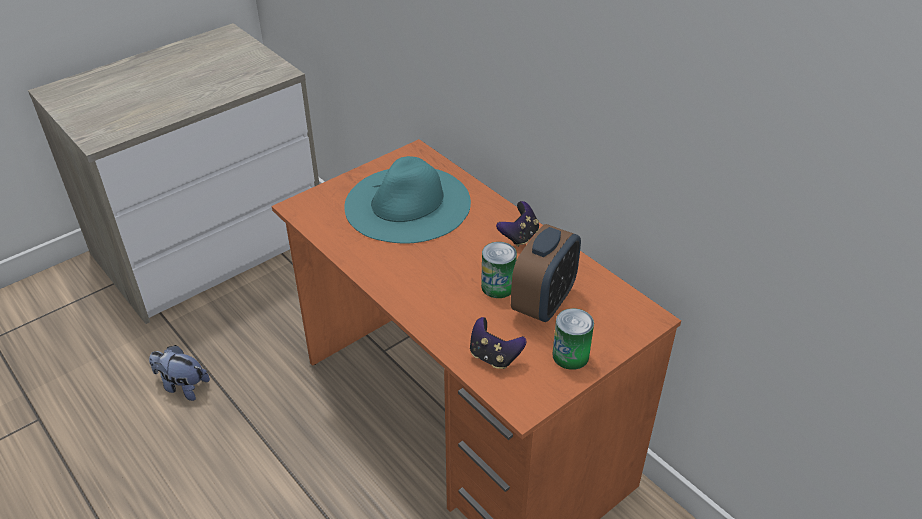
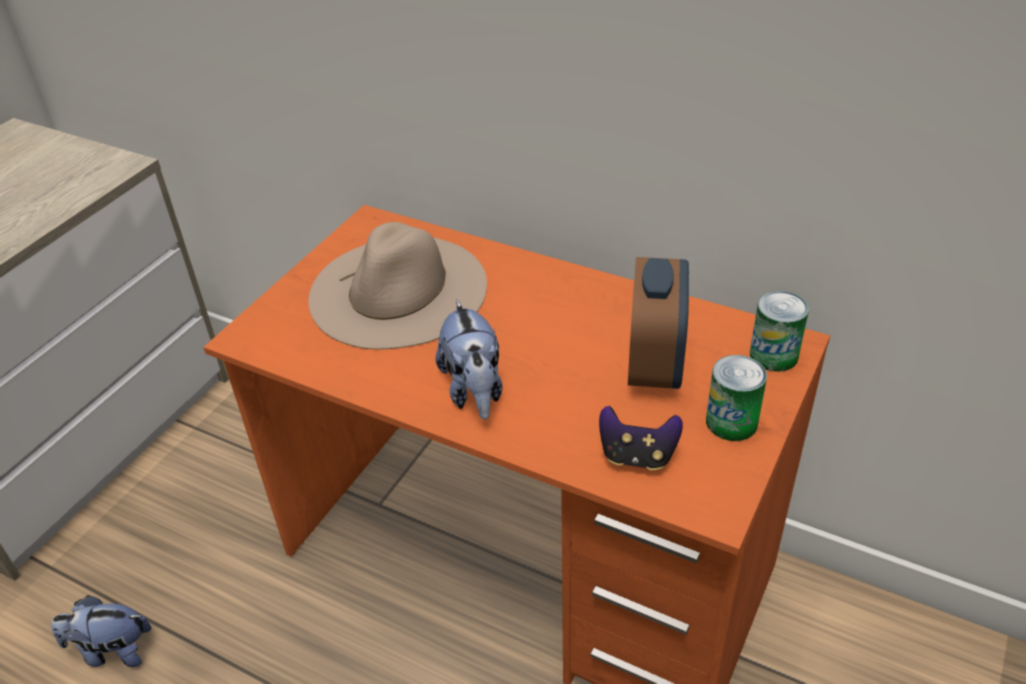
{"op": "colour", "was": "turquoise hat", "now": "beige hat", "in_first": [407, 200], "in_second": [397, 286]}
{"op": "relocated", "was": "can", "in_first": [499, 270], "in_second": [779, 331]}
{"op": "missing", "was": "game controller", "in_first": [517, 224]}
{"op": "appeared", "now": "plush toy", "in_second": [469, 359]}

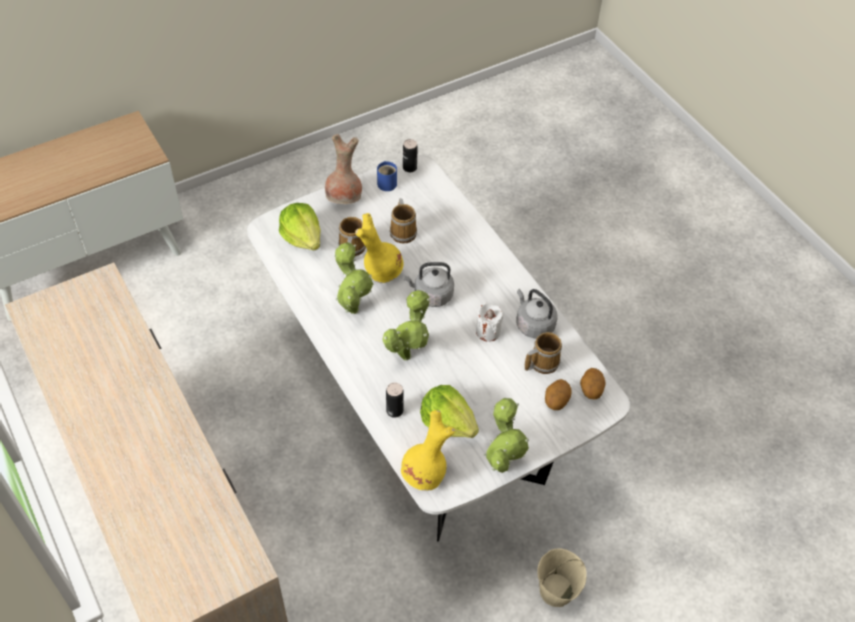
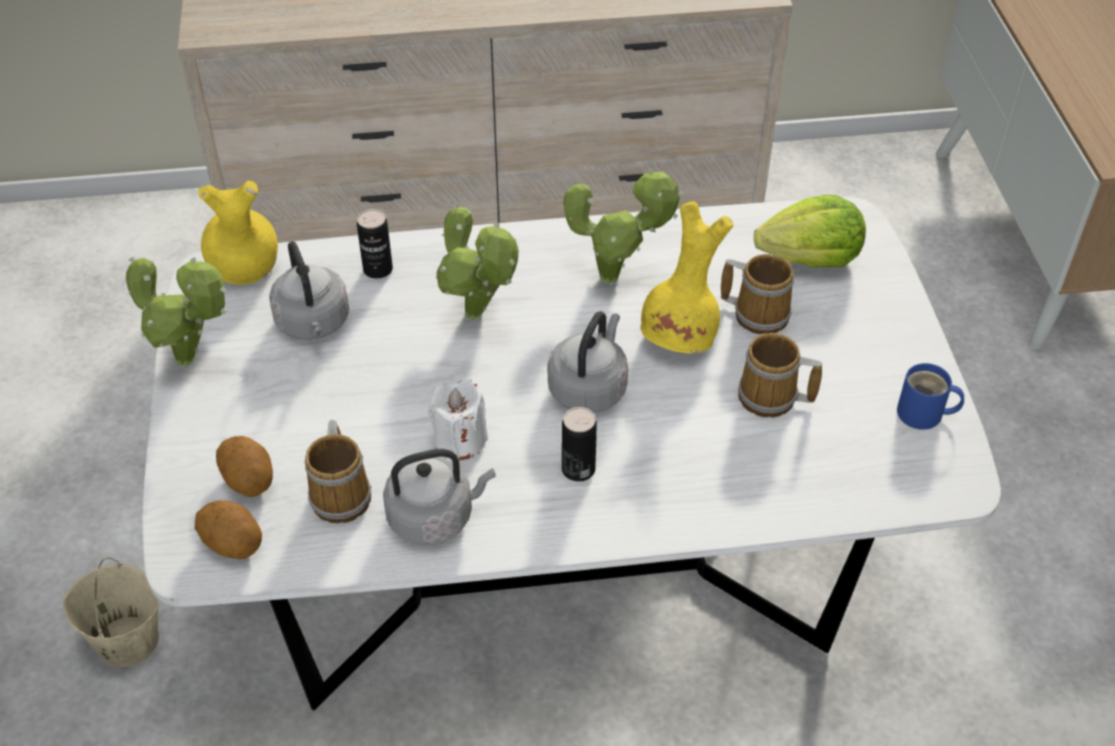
{"op": "missing", "was": "brown vase", "in_first": [343, 169]}
{"op": "relocated", "was": "can", "in_first": [410, 155], "in_second": [579, 444]}
{"op": "exchanged", "was": "lettuce", "now": "grey kettle", "in_first": [449, 411], "in_second": [309, 290]}

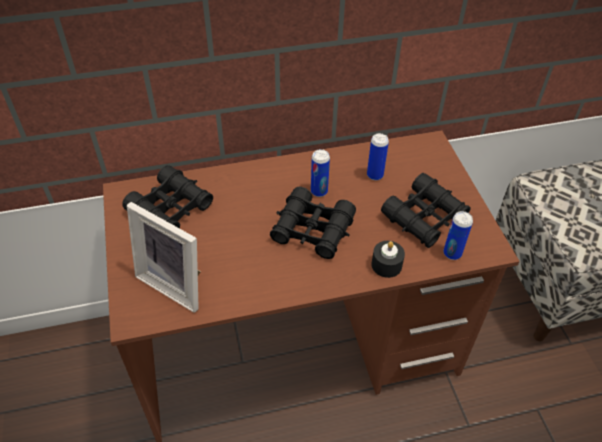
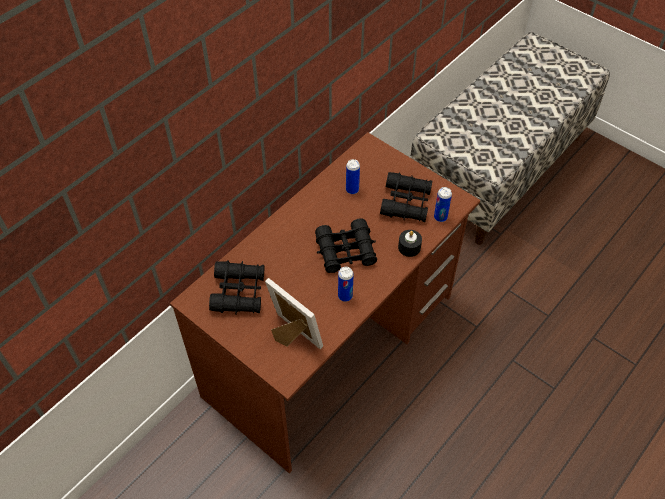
{"op": "spun", "was": "picture frame", "in_first": [164, 257], "in_second": [294, 314], "clockwise": -135}
{"op": "relocated", "was": "can", "in_first": [320, 173], "in_second": [346, 284]}

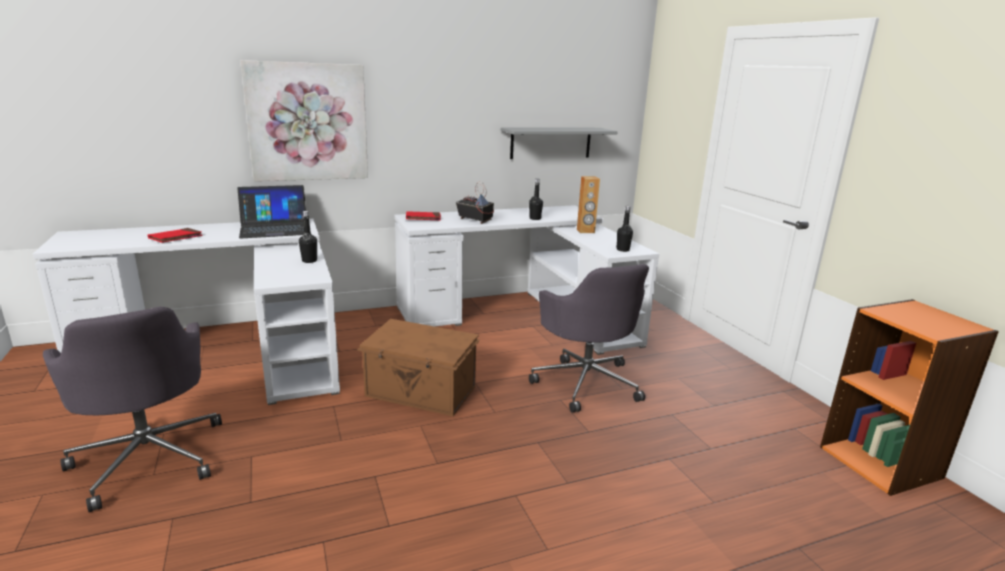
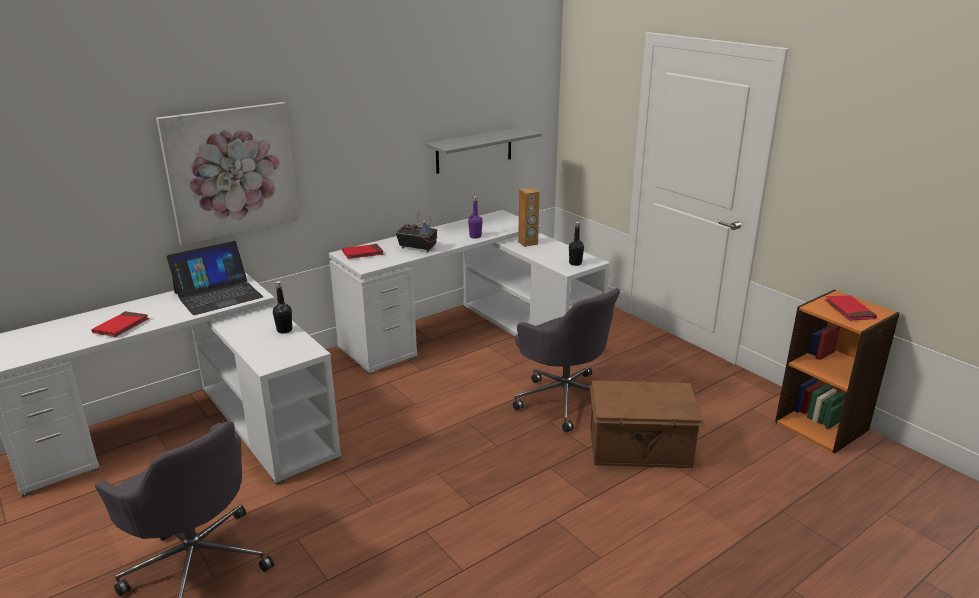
{"op": "relocated", "was": "brown storage box", "in_first": [418, 367], "in_second": [646, 424]}
{"op": "colour", "was": "black bottle", "now": "purple bottle", "in_first": [536, 199], "in_second": [475, 217]}
{"op": "appeared", "now": "red book", "in_second": [851, 308]}

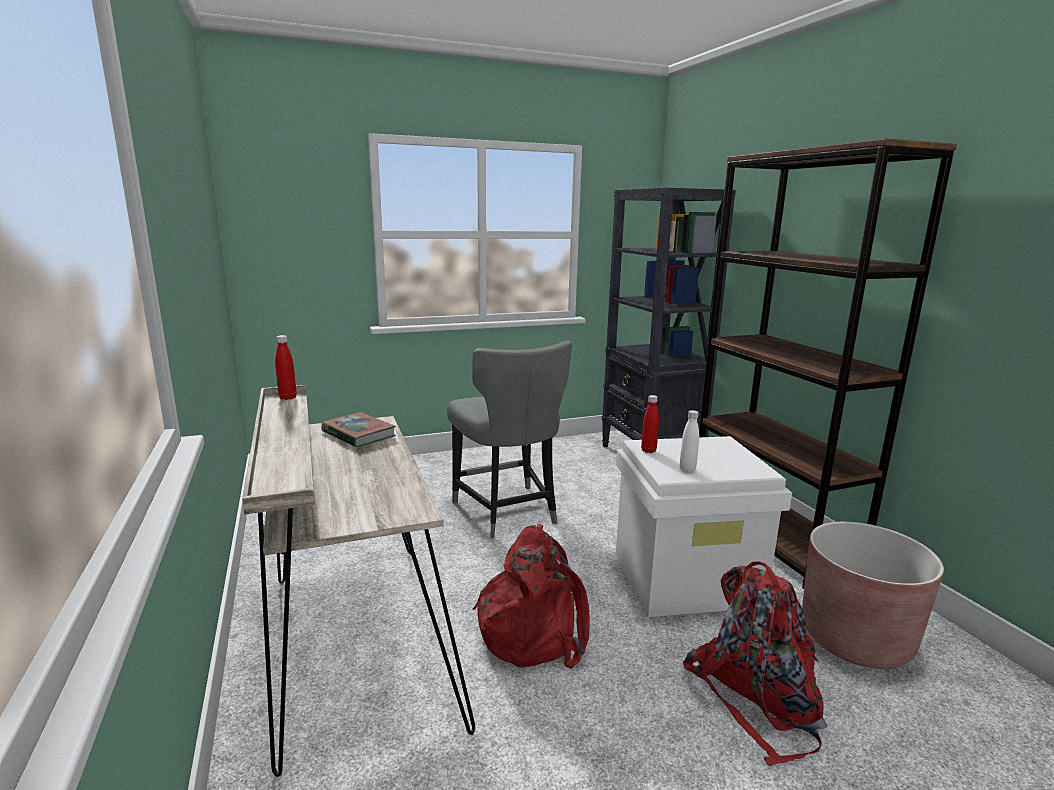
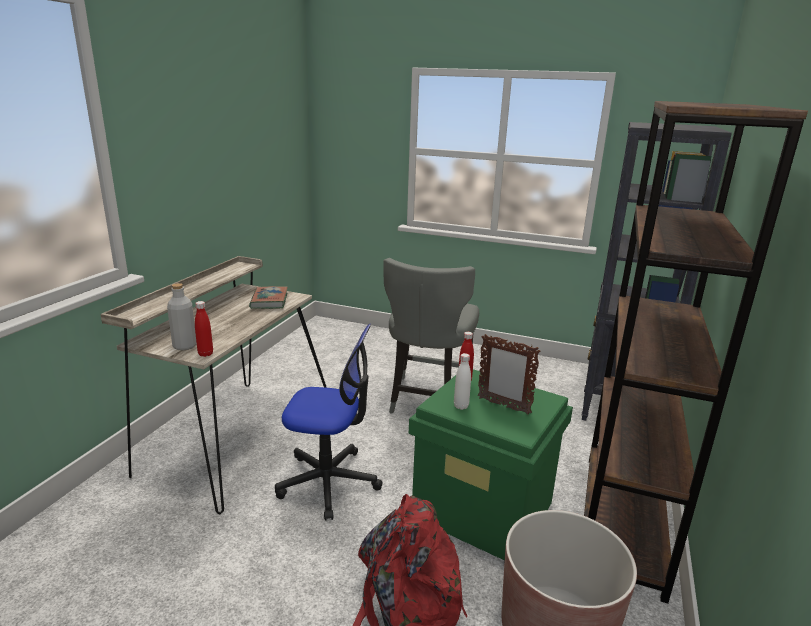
{"op": "relocated", "was": "red bottle", "in_first": [285, 367], "in_second": [204, 329]}
{"op": "exchanged", "was": "red backpack", "now": "office chair", "in_first": [530, 596], "in_second": [328, 422]}
{"op": "colour", "was": "white storage box", "now": "green storage box", "in_first": [704, 526], "in_second": [491, 465]}
{"op": "appeared", "now": "grey bottle", "in_second": [182, 317]}
{"op": "appeared", "now": "picture frame", "in_second": [509, 374]}

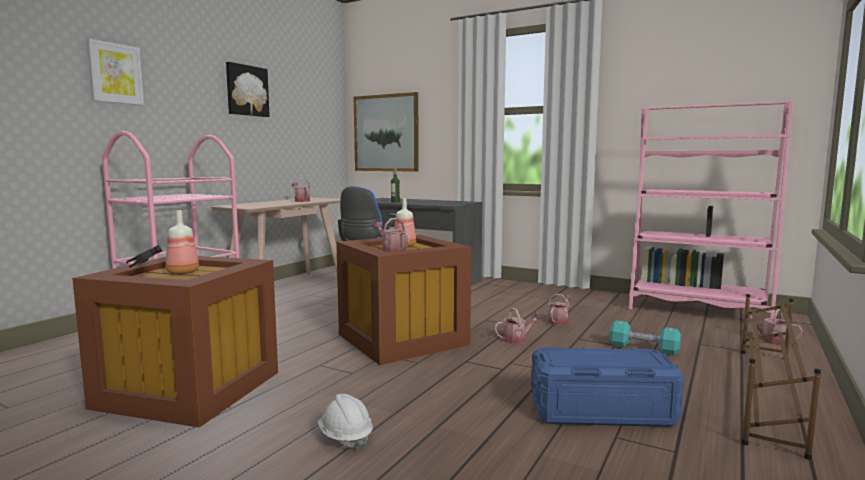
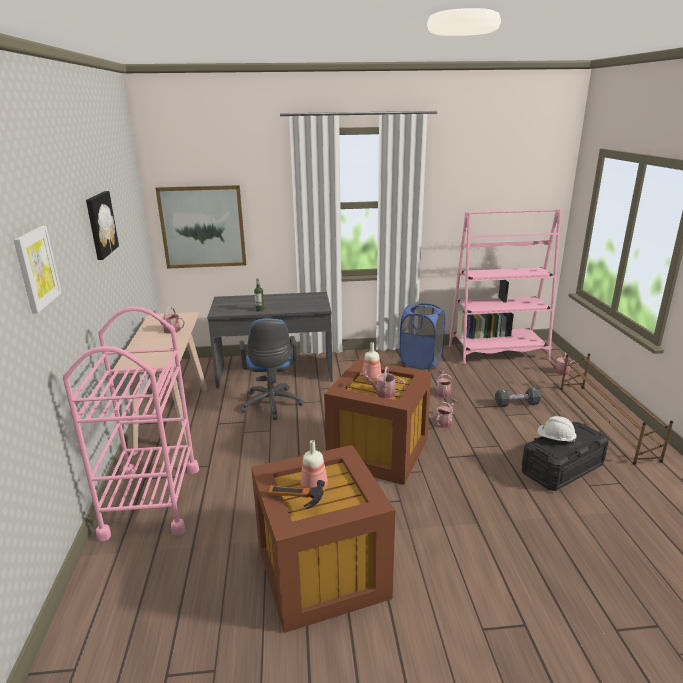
{"op": "relocated", "was": "white hard hat", "in_first": [345, 422], "in_second": [557, 429]}
{"op": "colour", "was": "blue storage box", "now": "black storage box", "in_first": [607, 386], "in_second": [565, 456]}
{"op": "colour", "was": "turquoise dumbbell", "now": "black dumbbell", "in_first": [645, 337], "in_second": [518, 397]}
{"op": "appeared", "now": "blue laundry basket", "in_second": [422, 336]}

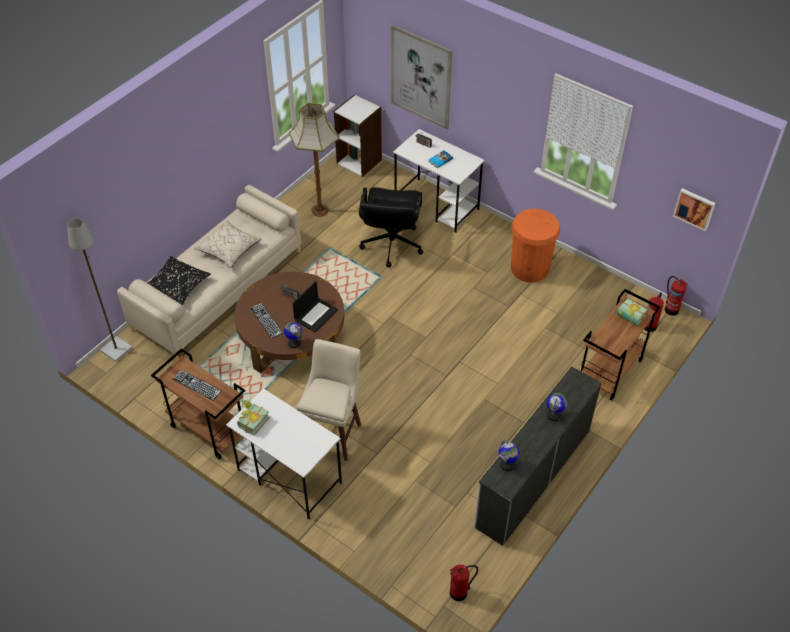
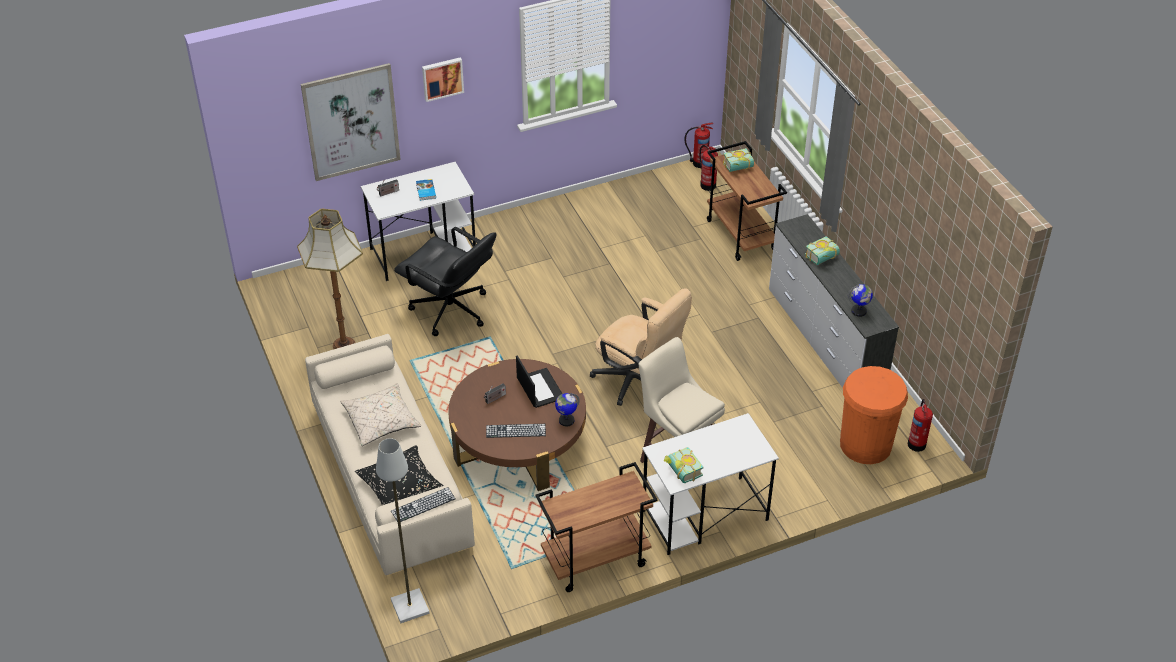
{"op": "relocated", "was": "keyboard", "in_first": [197, 385], "in_second": [423, 504]}
{"op": "missing", "was": "white bookcase", "in_first": [358, 135]}
{"op": "relocated", "was": "orange trash can", "in_first": [535, 246], "in_second": [874, 415]}
{"op": "exchanged", "was": "globe", "now": "book", "in_first": [557, 407], "in_second": [822, 250]}
{"op": "relocated", "was": "picture", "in_first": [694, 209], "in_second": [443, 80]}
{"op": "appeared", "now": "beige office chair", "in_second": [641, 347]}

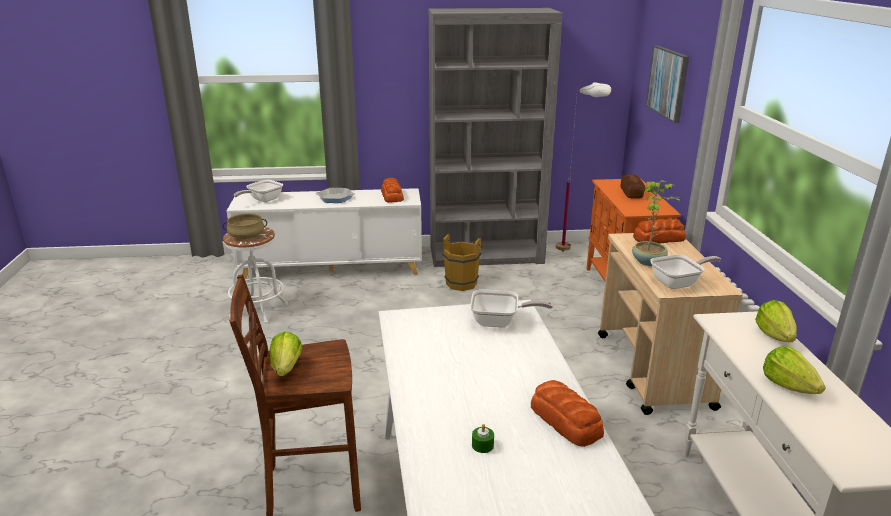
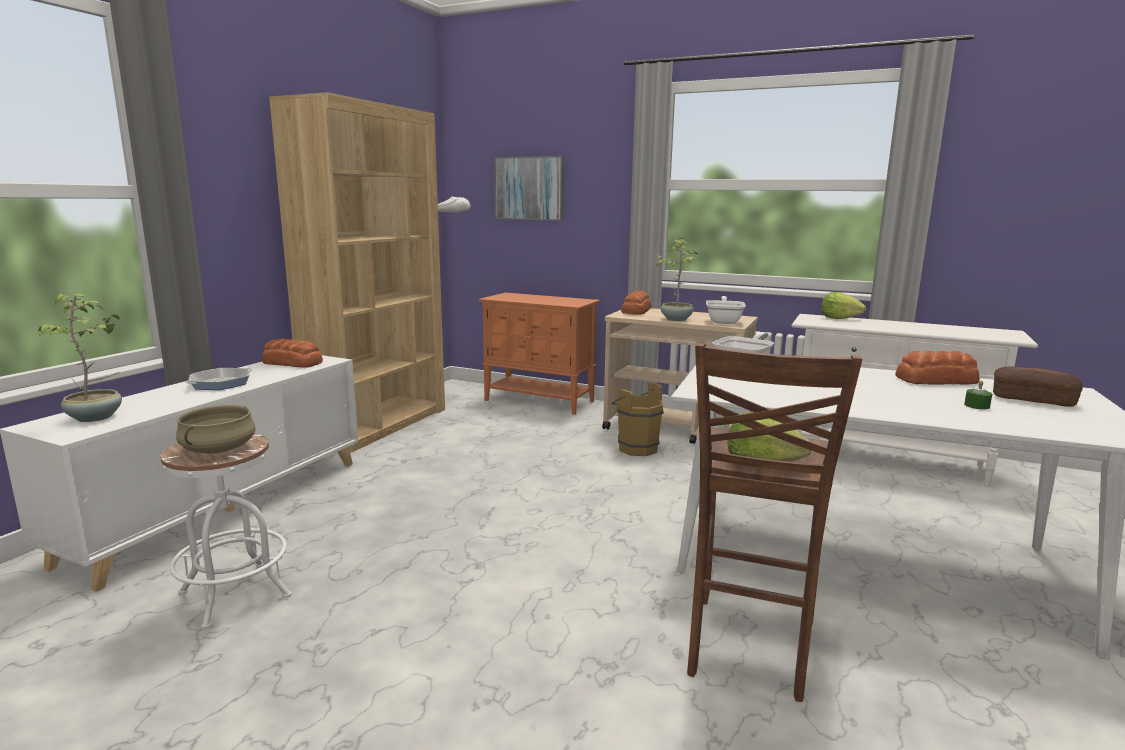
{"op": "exchanged", "was": "frying pan", "now": "potted plant", "in_first": [258, 191], "in_second": [80, 358]}
{"op": "colour", "was": "grey bookcase", "now": "brown bookcase", "in_first": [495, 137], "in_second": [357, 272]}
{"op": "relocated", "was": "brown bucket", "in_first": [463, 262], "in_second": [638, 419]}
{"op": "relocated", "was": "bread", "in_first": [633, 186], "in_second": [1038, 387]}
{"op": "missing", "was": "lettuce", "in_first": [794, 370]}

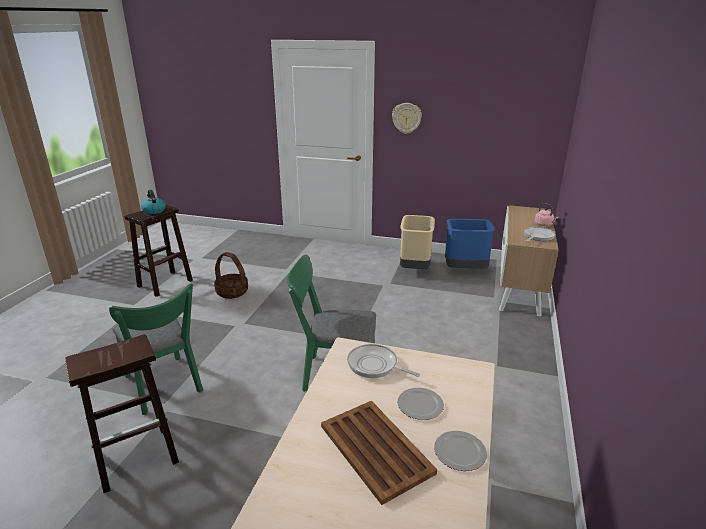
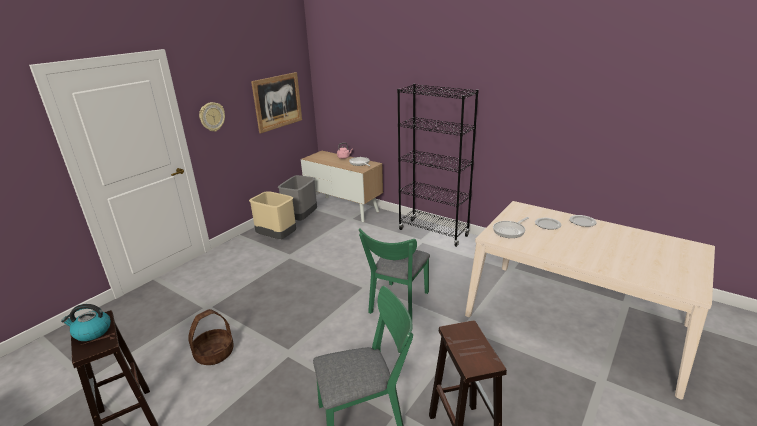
{"op": "missing", "was": "brown tray", "in_first": [379, 453]}
{"op": "colour", "was": "blue trash can", "now": "grey trash can", "in_first": [470, 243], "in_second": [297, 197]}
{"op": "appeared", "now": "picture", "in_second": [276, 102]}
{"op": "appeared", "now": "black bookcase", "in_second": [438, 165]}

